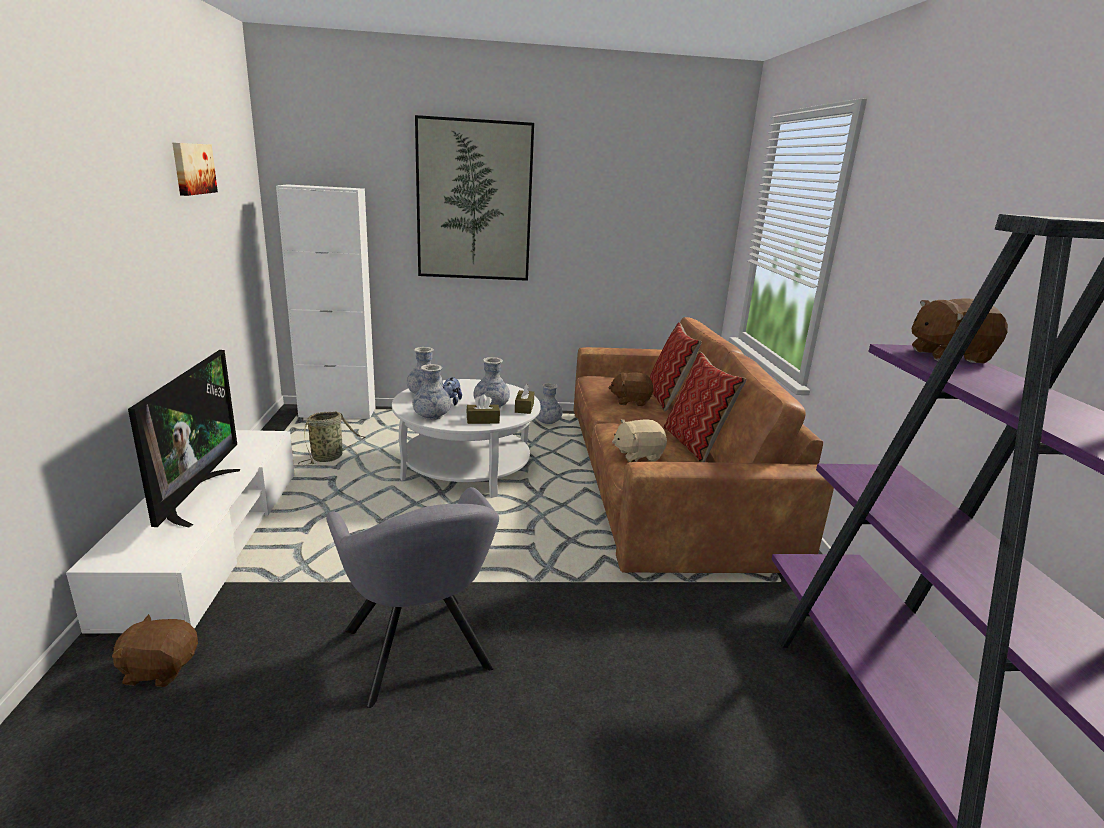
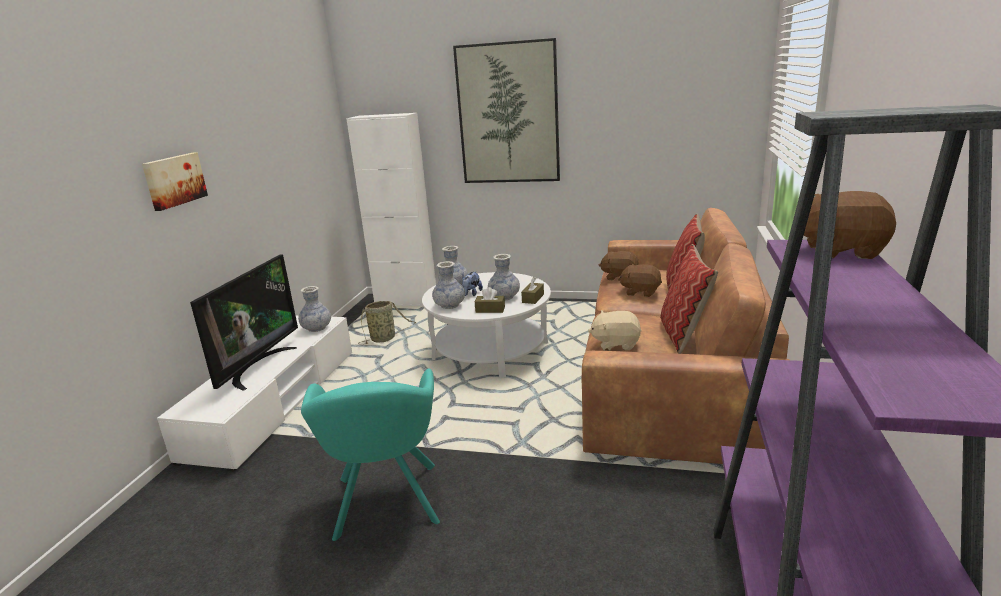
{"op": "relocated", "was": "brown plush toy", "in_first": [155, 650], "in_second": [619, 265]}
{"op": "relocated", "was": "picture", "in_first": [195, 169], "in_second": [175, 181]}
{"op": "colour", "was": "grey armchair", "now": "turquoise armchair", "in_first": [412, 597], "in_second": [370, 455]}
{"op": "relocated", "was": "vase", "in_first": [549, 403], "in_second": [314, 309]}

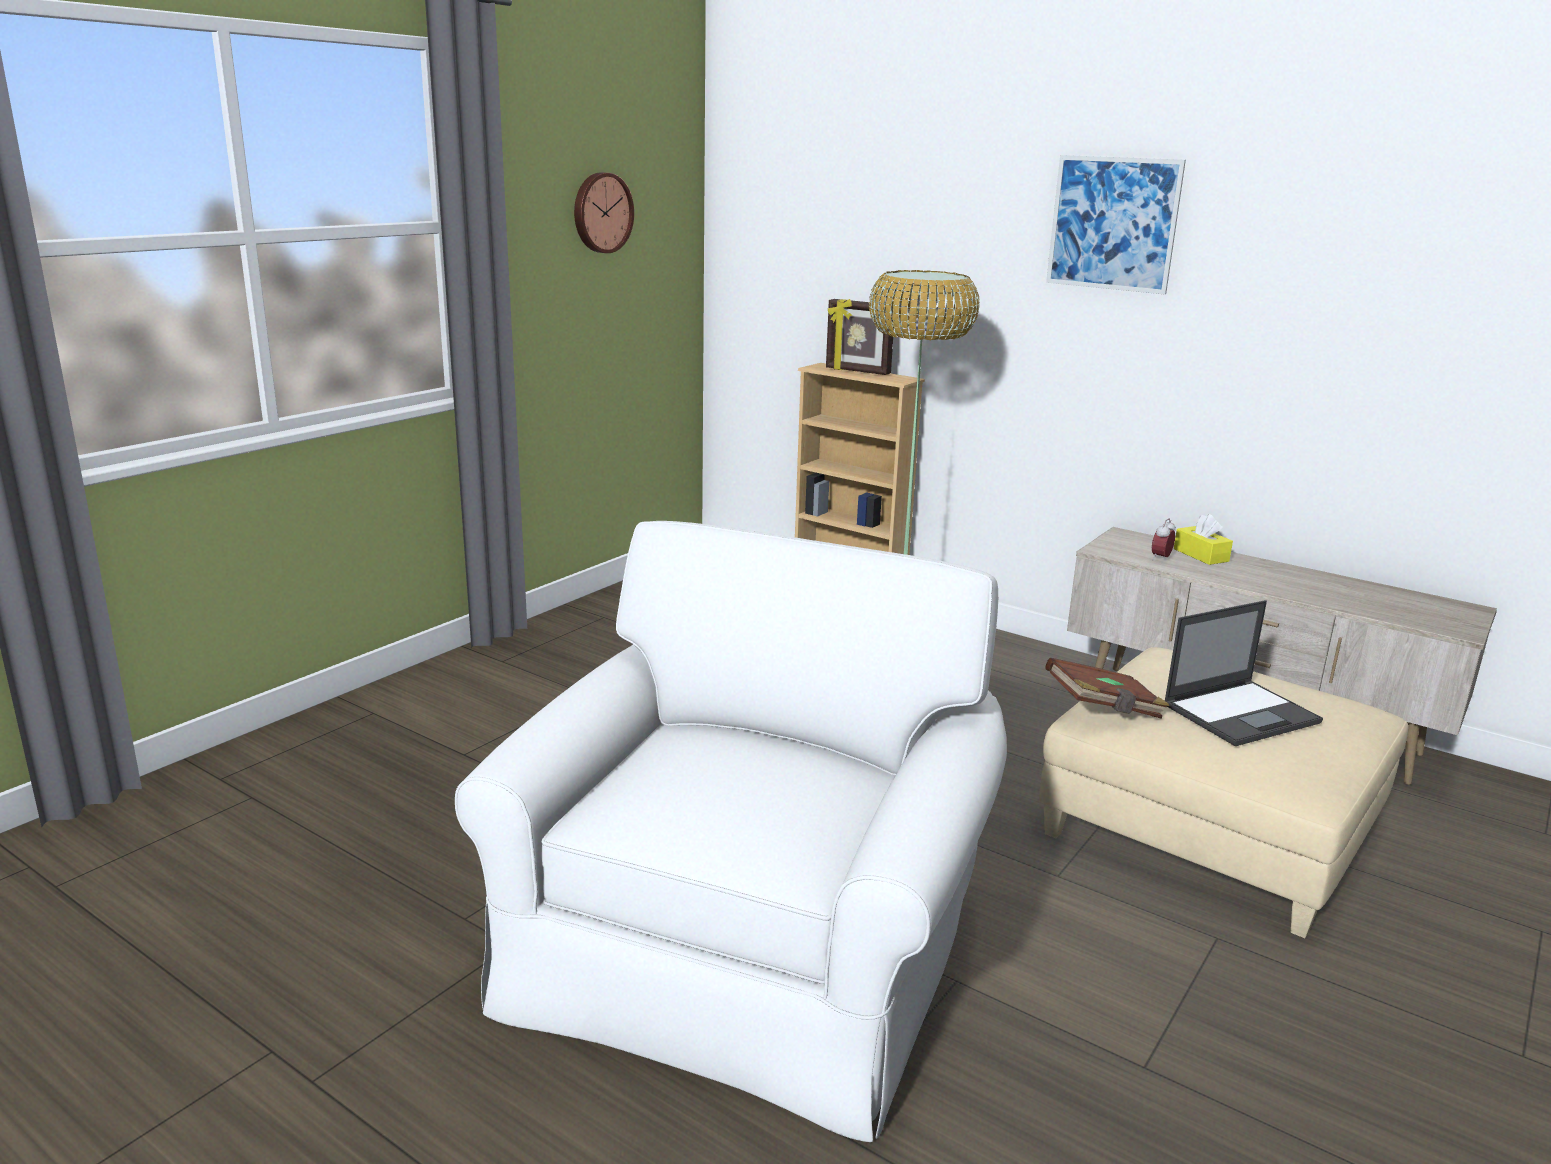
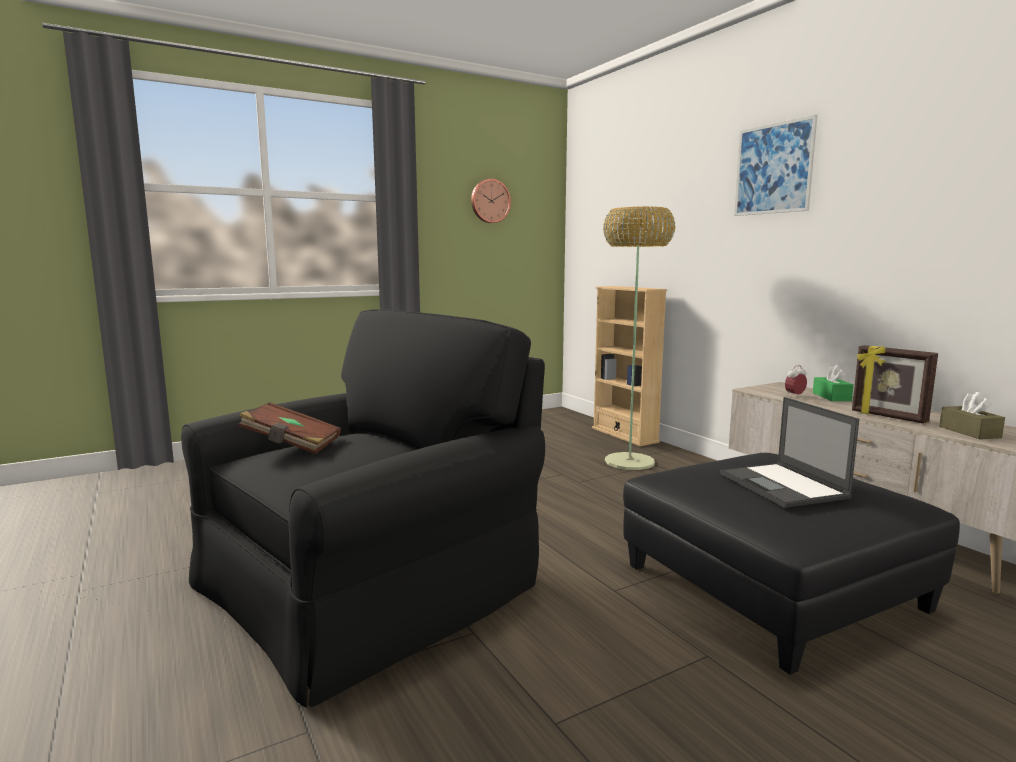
{"op": "colour", "was": "white armchair", "now": "black armchair", "in_first": [731, 831], "in_second": [363, 508]}
{"op": "relocated", "was": "picture frame", "in_first": [860, 337], "in_second": [895, 384]}
{"op": "colour", "was": "beige ottoman", "now": "black ottoman", "in_first": [1223, 792], "in_second": [791, 564]}
{"op": "relocated", "was": "brown book", "in_first": [1107, 688], "in_second": [289, 428]}
{"op": "spun", "was": "laptop", "in_first": [1243, 673], "in_second": [789, 452], "clockwise": 75}
{"op": "colour", "was": "yellow tissue box", "now": "green tissue box", "in_first": [1203, 539], "in_second": [833, 383]}
{"op": "appeared", "now": "brown tissue box", "in_second": [972, 415]}

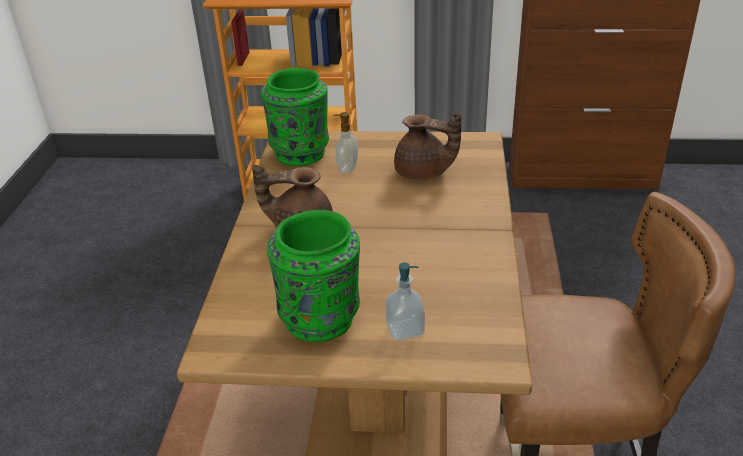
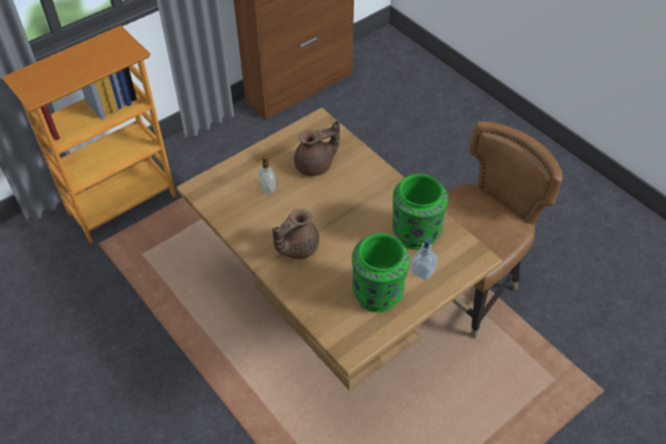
{"op": "relocated", "was": "green vase", "in_first": [295, 117], "in_second": [420, 212]}

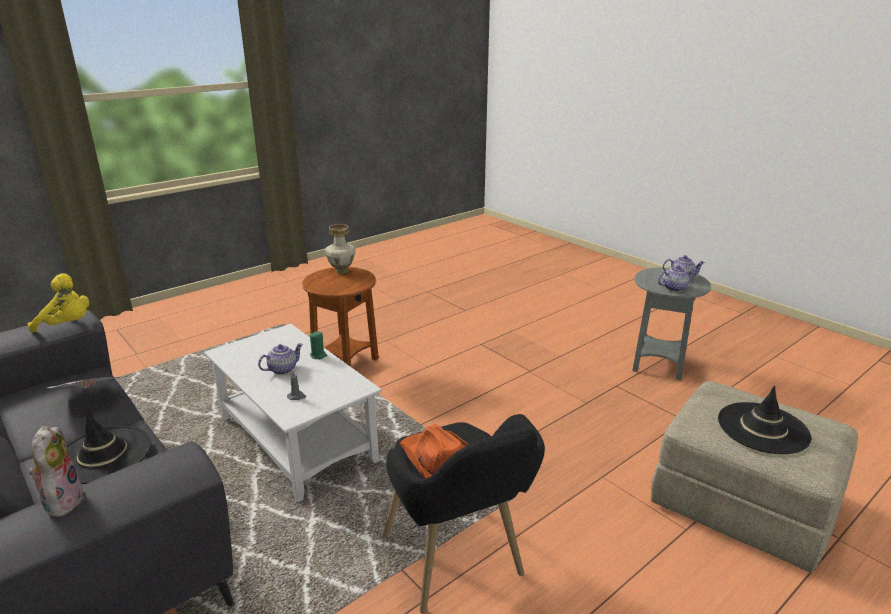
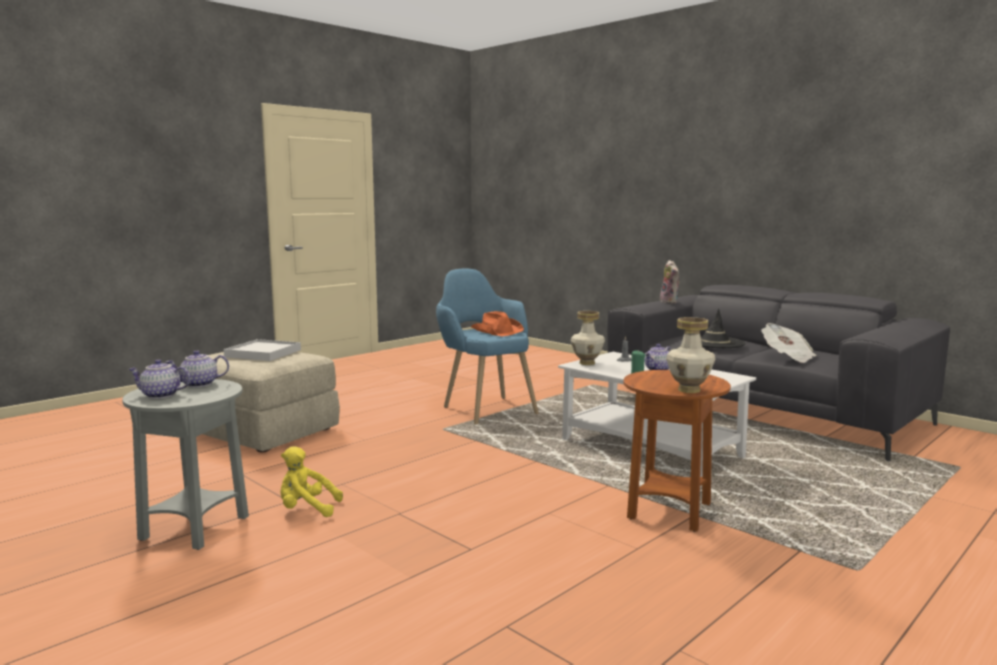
{"op": "relocated", "was": "yellow plush toy", "in_first": [58, 303], "in_second": [311, 481]}
{"op": "colour", "was": "black armchair", "now": "blue armchair", "in_first": [464, 514], "in_second": [487, 347]}
{"op": "exchanged", "was": "black hat", "now": "white tray", "in_first": [765, 420], "in_second": [262, 350]}
{"op": "appeared", "now": "vase", "in_second": [588, 338]}

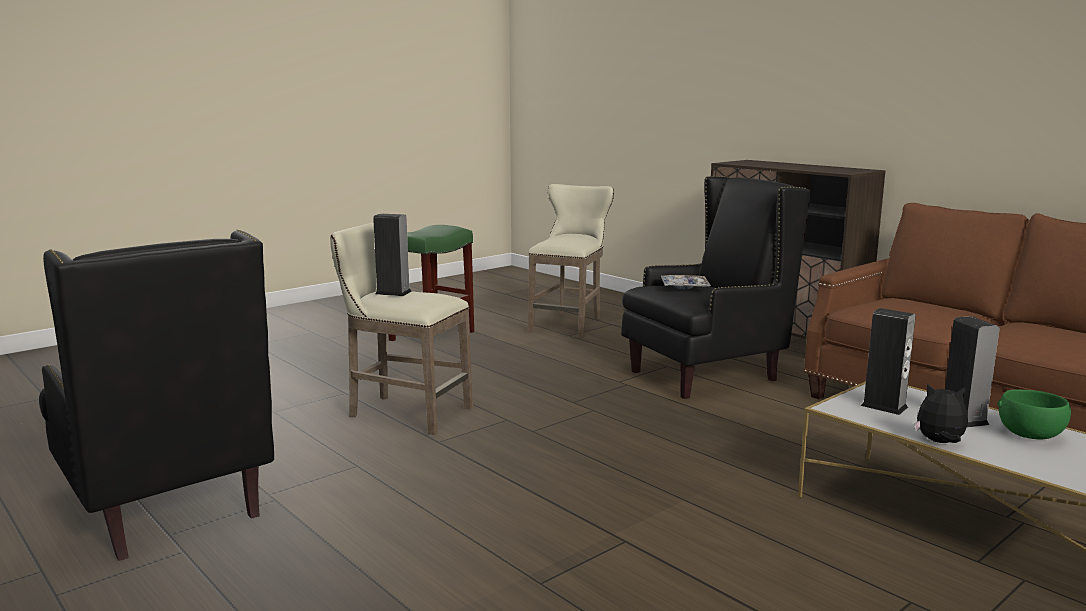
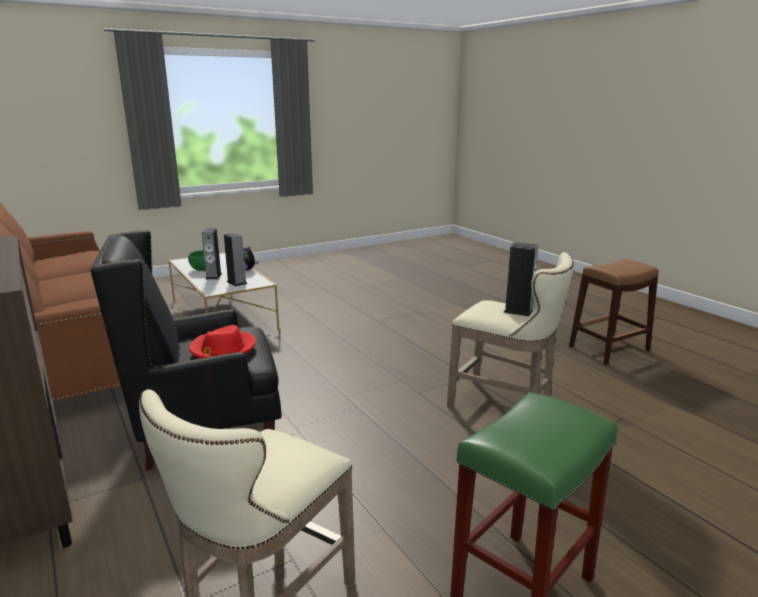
{"op": "exchanged", "was": "black armchair", "now": "brown stool", "in_first": [156, 395], "in_second": [614, 311]}
{"op": "exchanged", "was": "tray", "now": "red hat", "in_first": [686, 282], "in_second": [222, 342]}

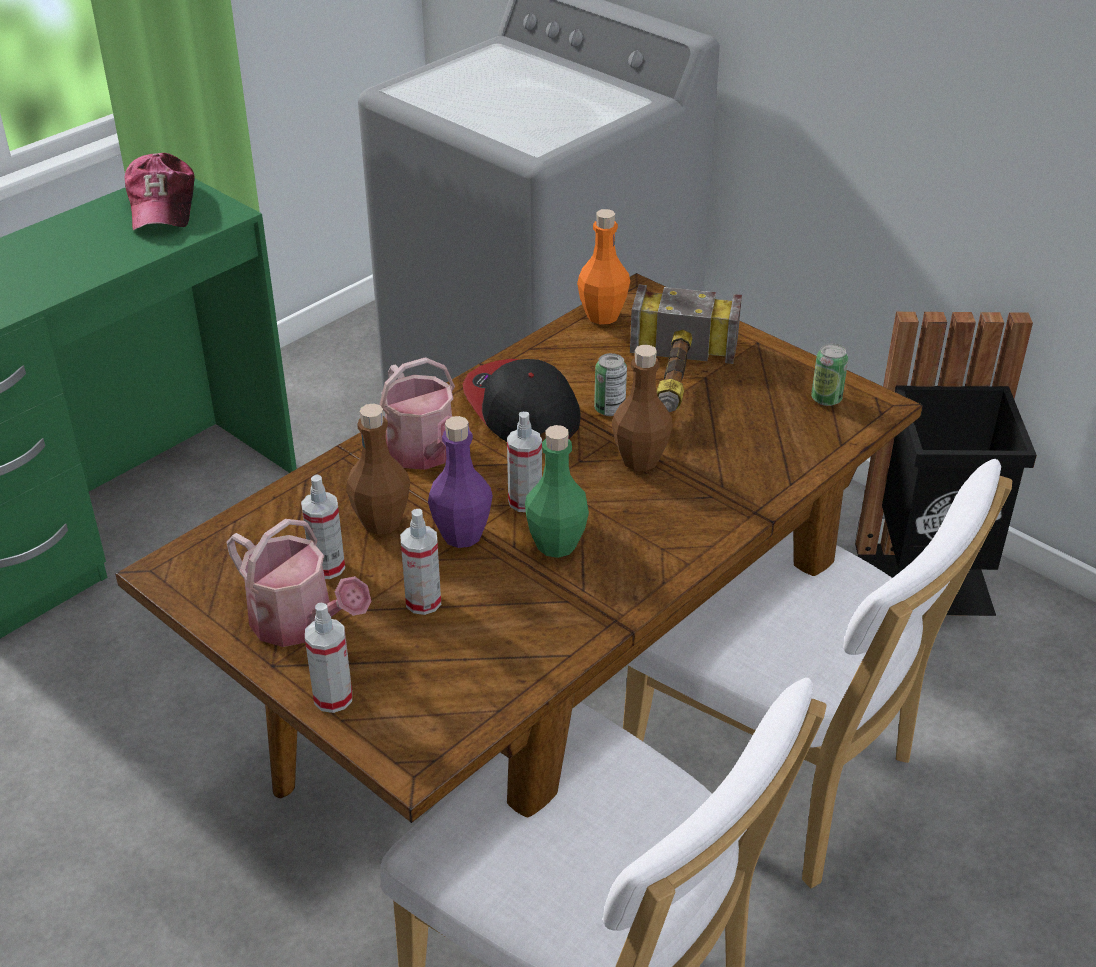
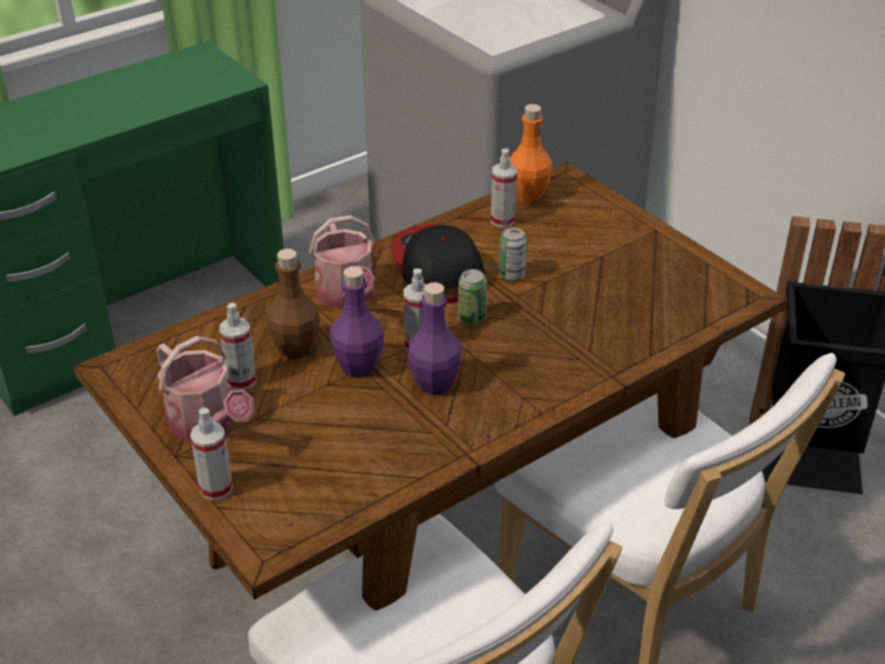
{"op": "missing", "was": "cap", "in_first": [160, 191]}
{"op": "relocated", "was": "spray bottle", "in_first": [420, 562], "in_second": [504, 188]}
{"op": "colour", "was": "green bottle", "now": "purple bottle", "in_first": [557, 491], "in_second": [434, 338]}
{"op": "missing", "was": "brown bottle", "in_first": [642, 408]}
{"op": "missing", "was": "hammer", "in_first": [686, 348]}
{"op": "relocated", "was": "can", "in_first": [829, 374], "in_second": [472, 297]}

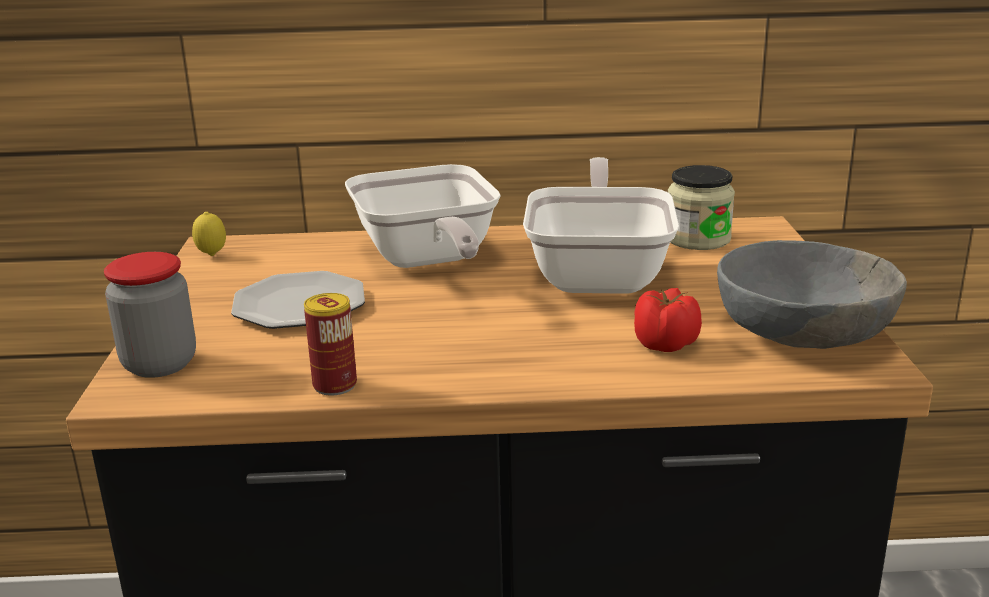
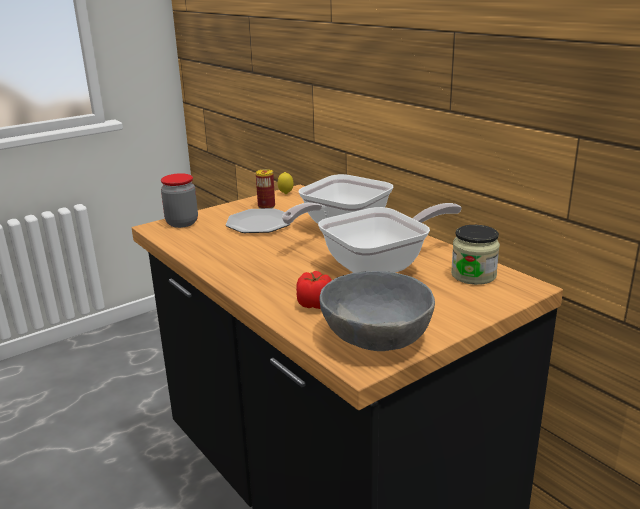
{"op": "relocated", "was": "can", "in_first": [330, 344], "in_second": [265, 189]}

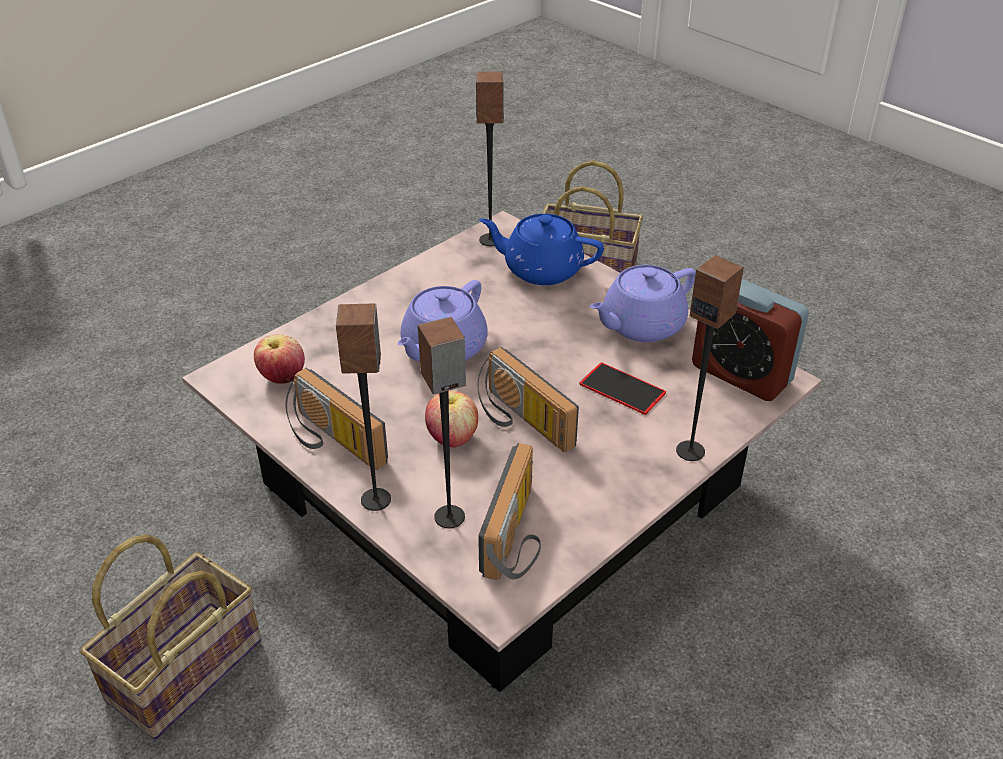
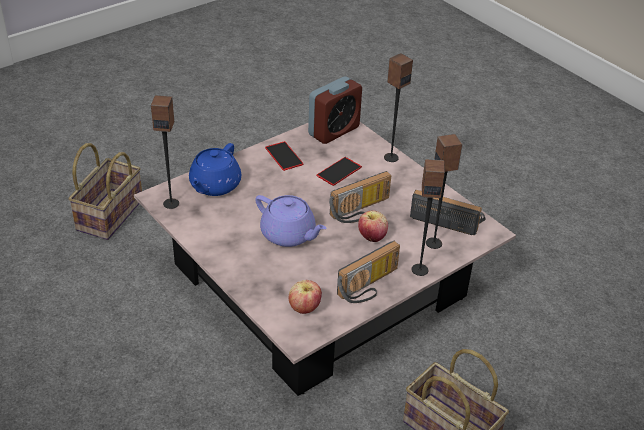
{"op": "exchanged", "was": "purple teapot", "now": "phone", "in_first": [643, 303], "in_second": [284, 156]}

